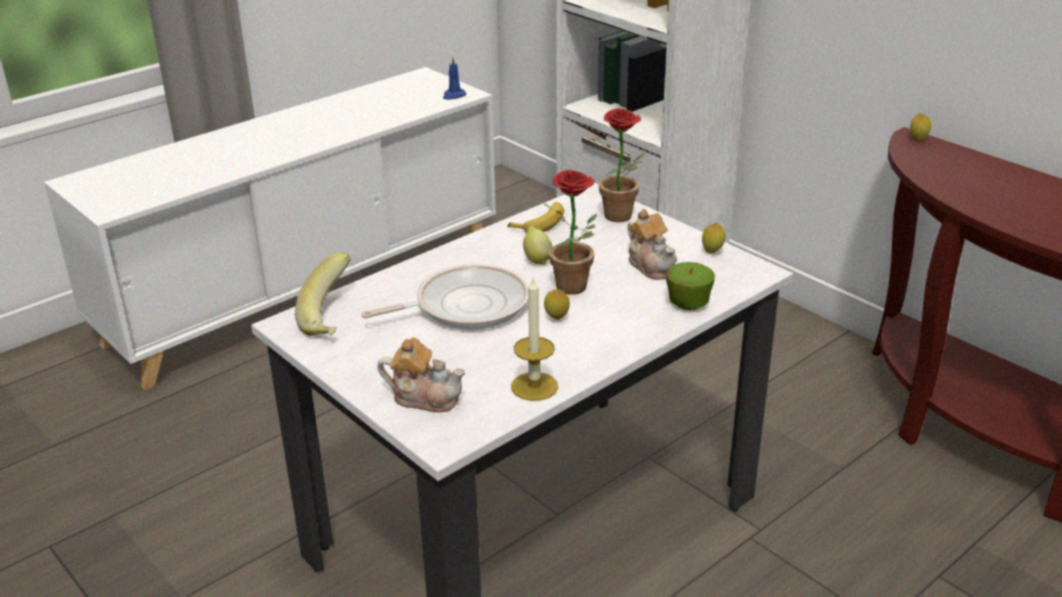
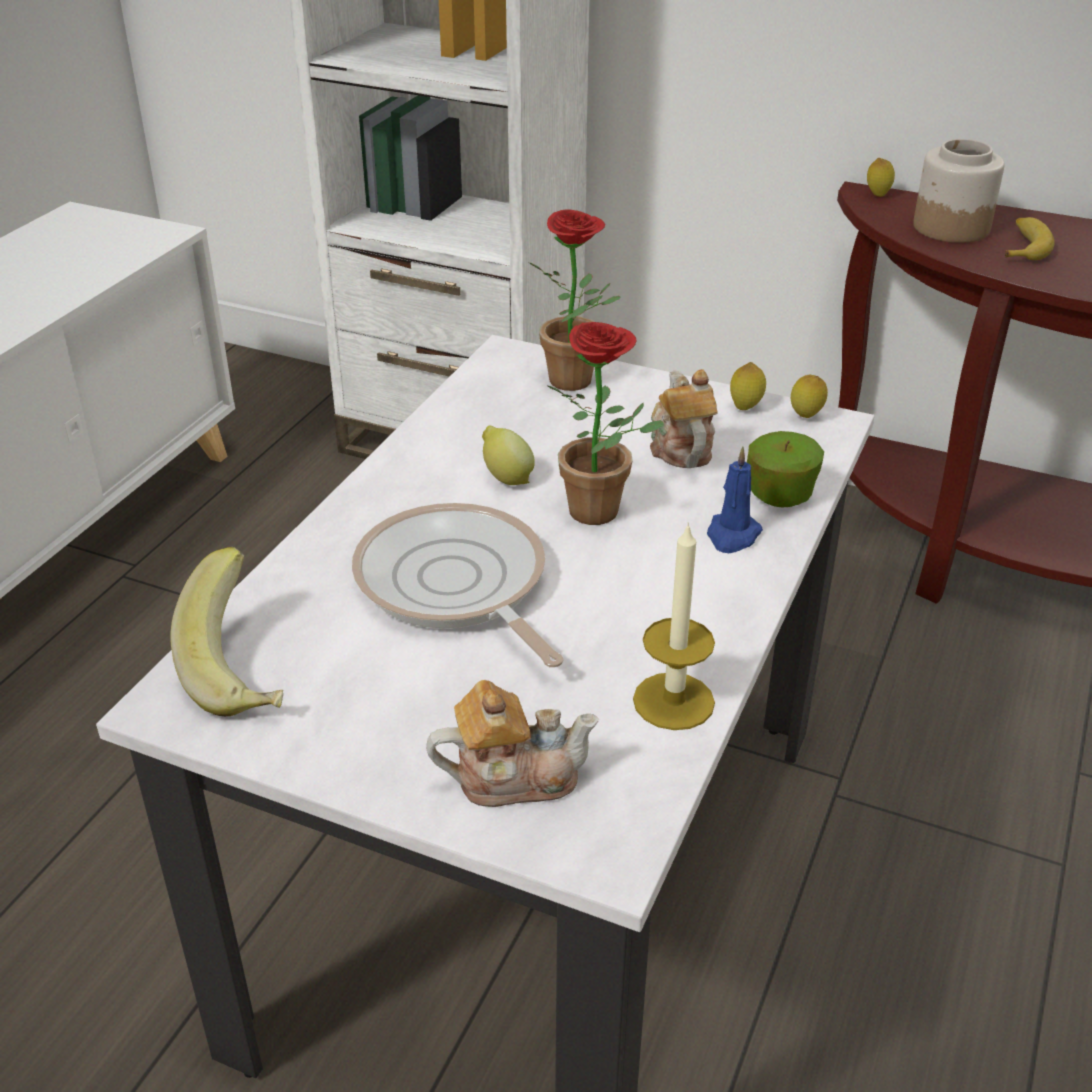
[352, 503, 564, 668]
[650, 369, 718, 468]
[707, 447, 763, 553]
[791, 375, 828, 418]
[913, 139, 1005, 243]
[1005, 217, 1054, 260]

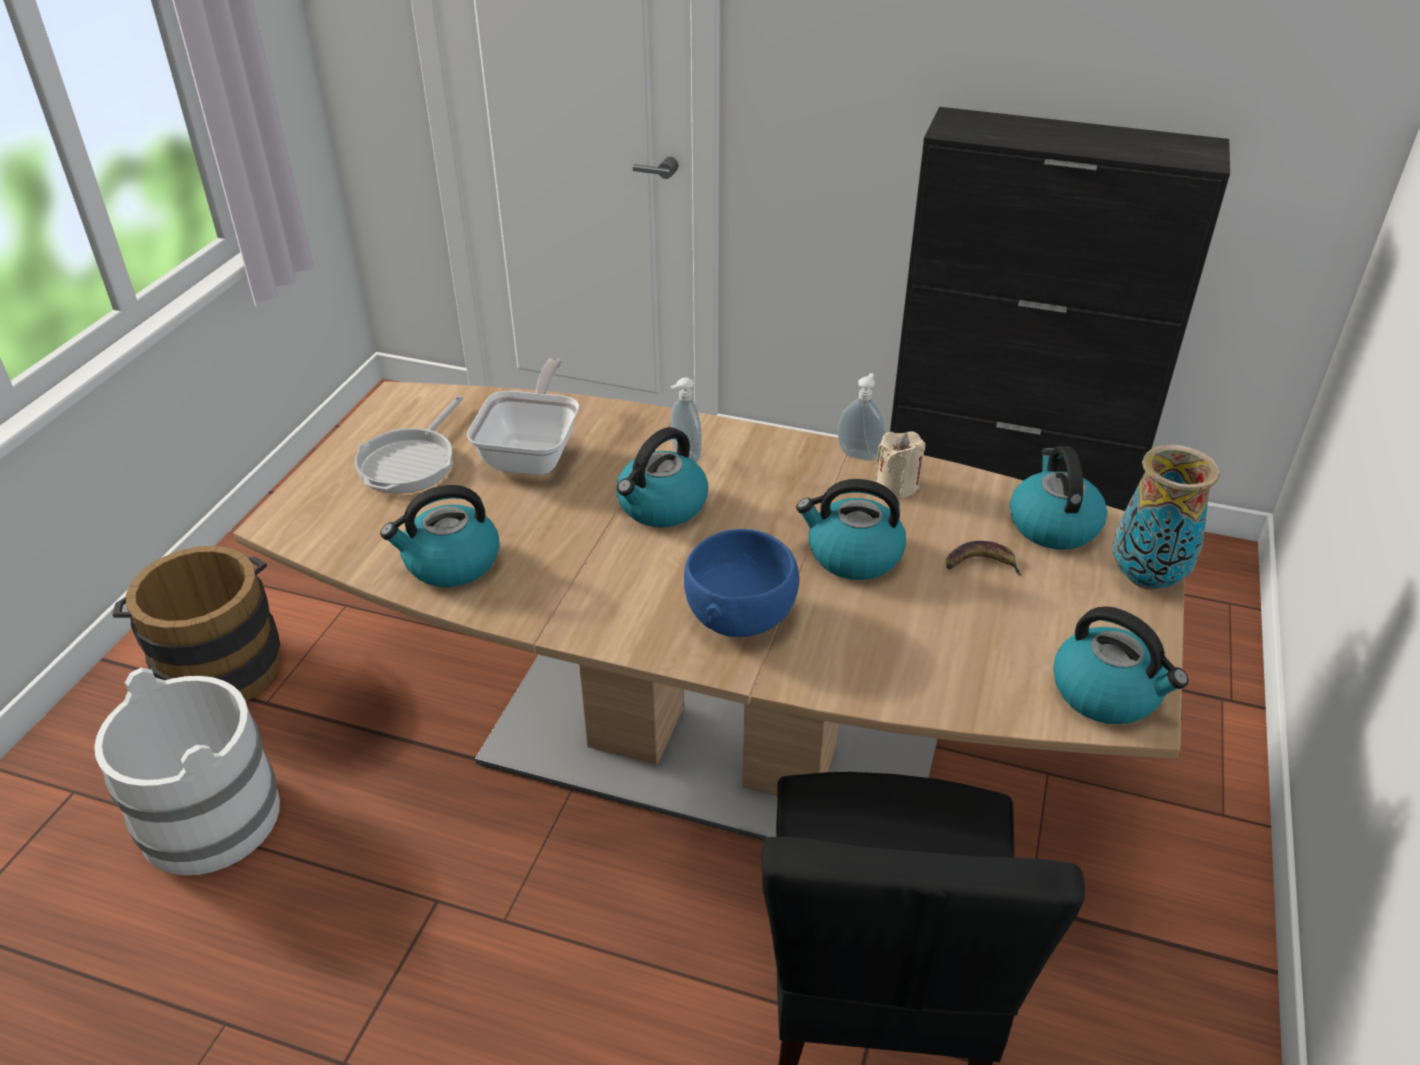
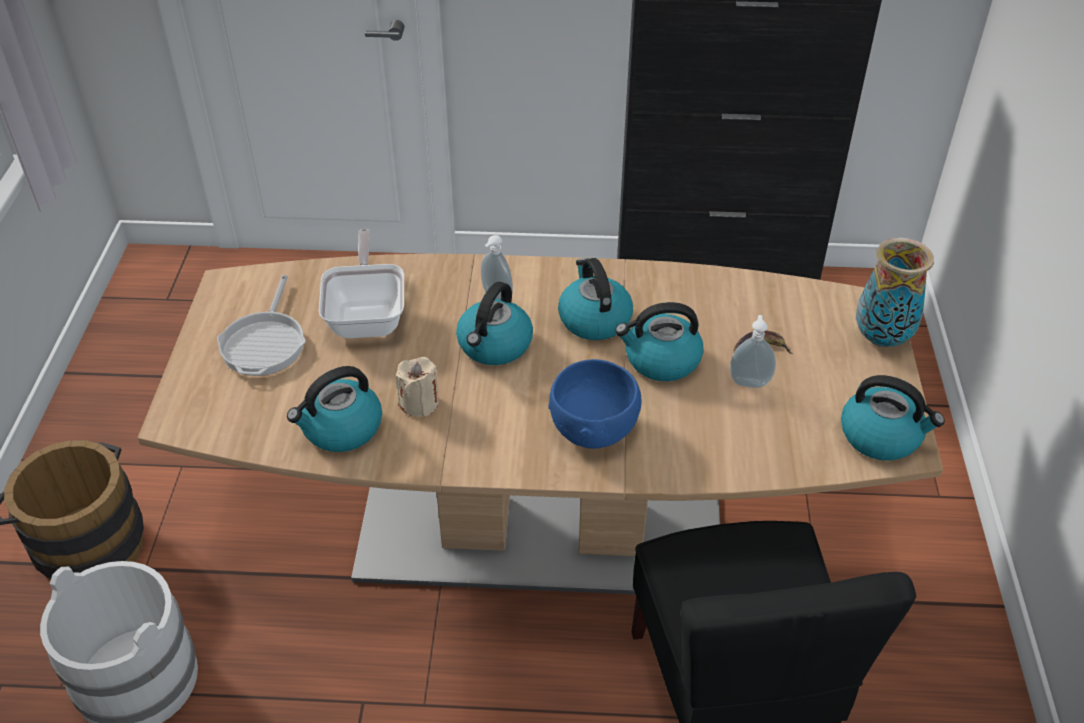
[395, 357, 439, 417]
[558, 258, 633, 340]
[730, 315, 776, 388]

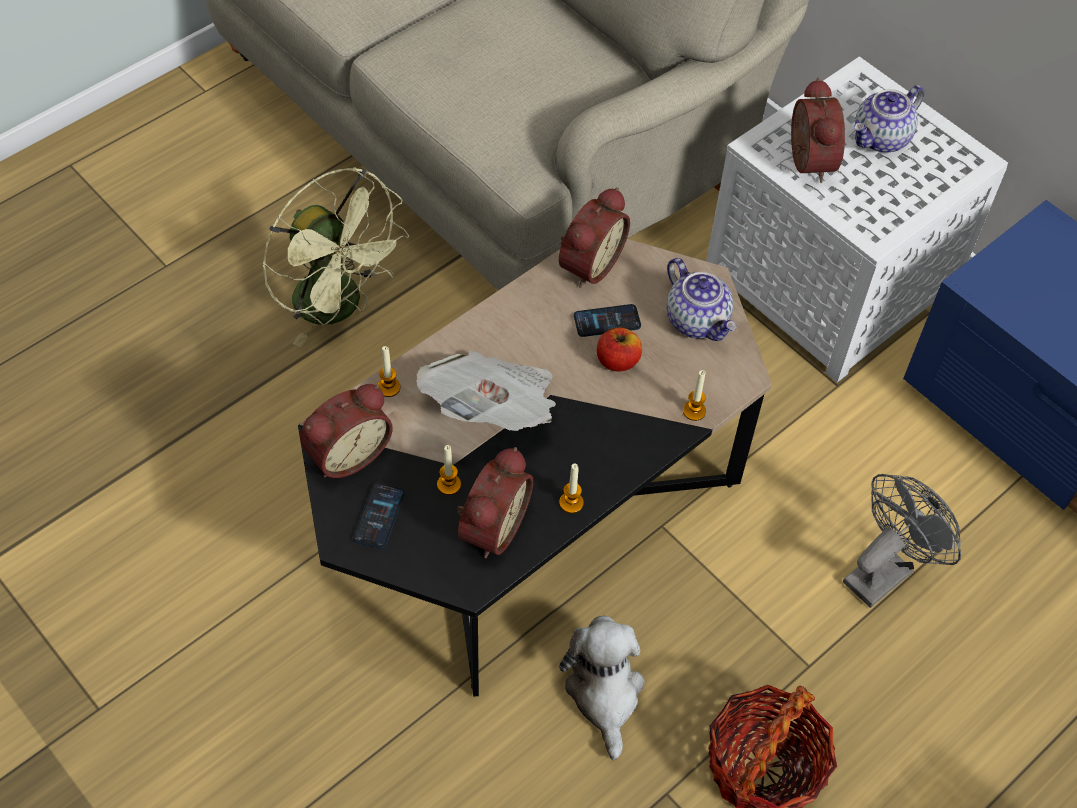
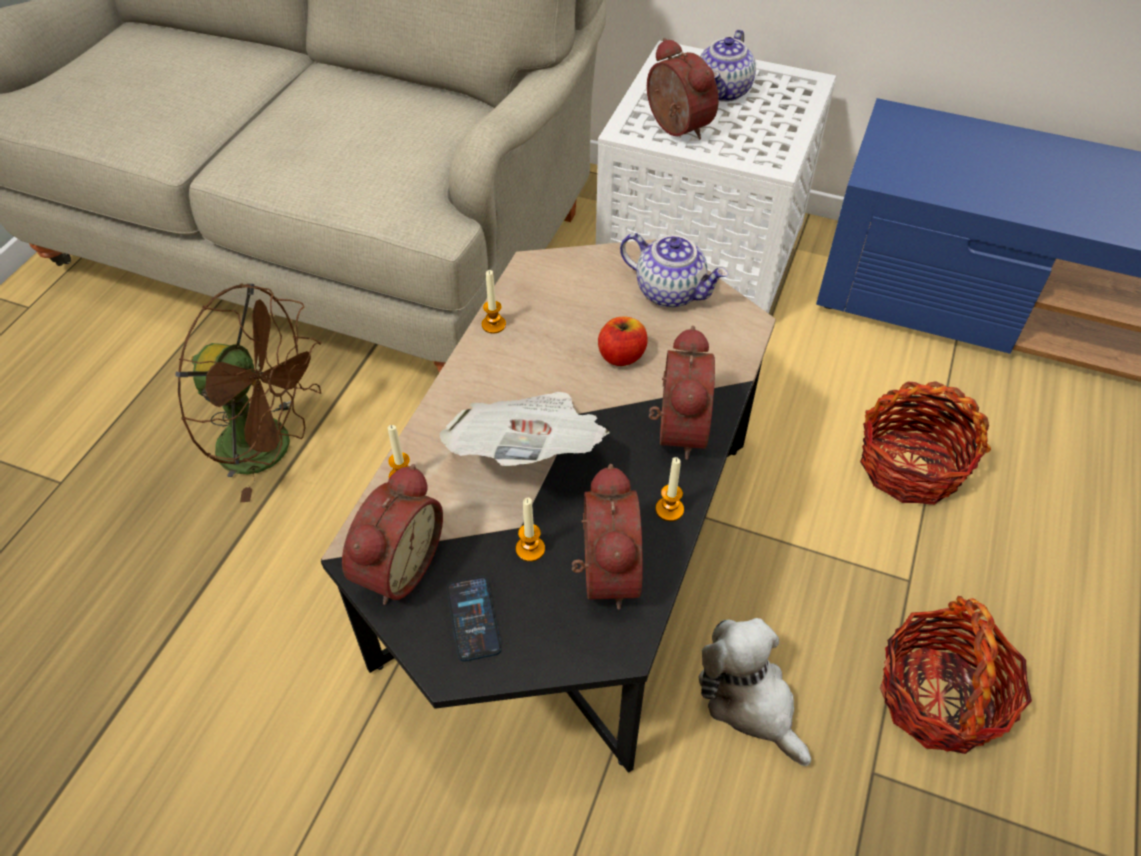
[175, 283, 321, 502]
[482, 270, 506, 334]
[649, 326, 715, 460]
[860, 381, 991, 505]
[574, 304, 641, 337] (first image)

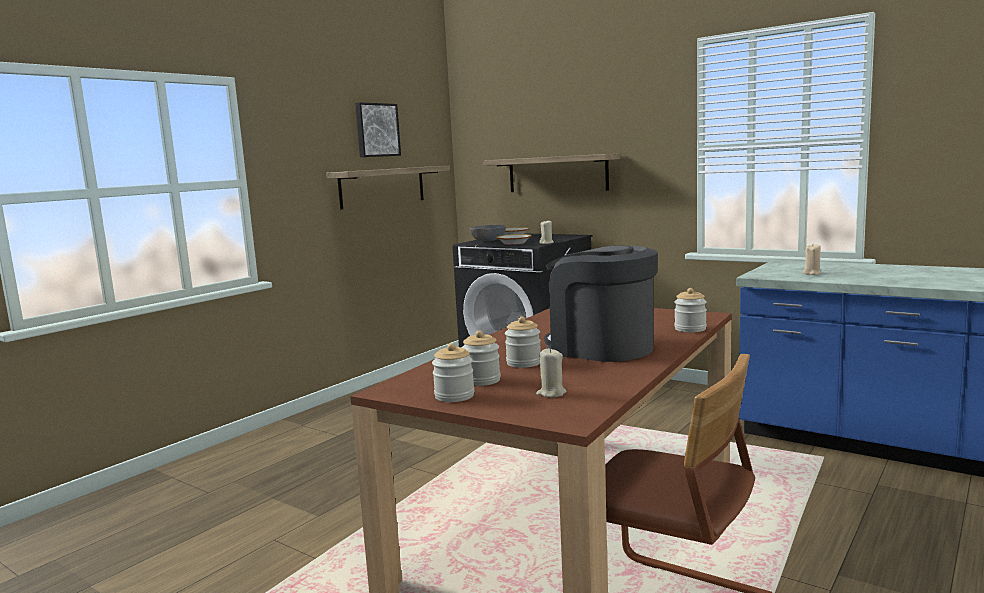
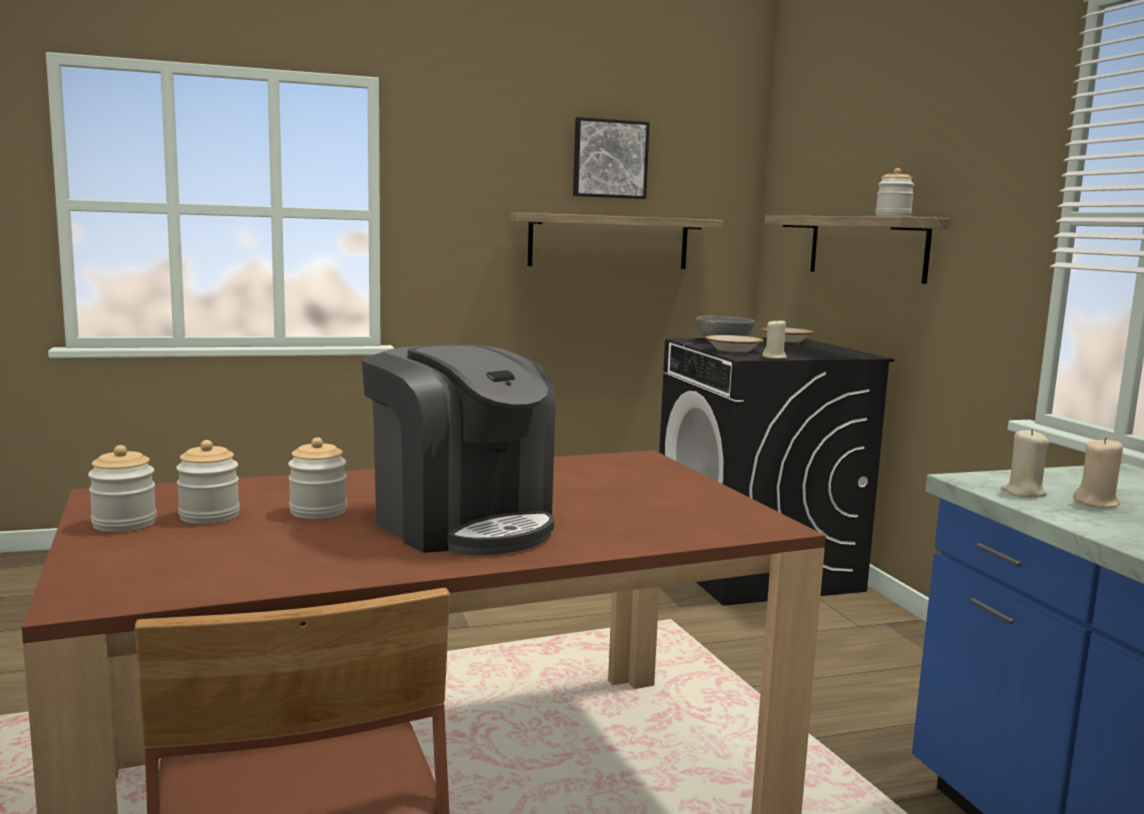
[362, 345, 556, 555]
[876, 168, 915, 217]
[1001, 429, 1050, 498]

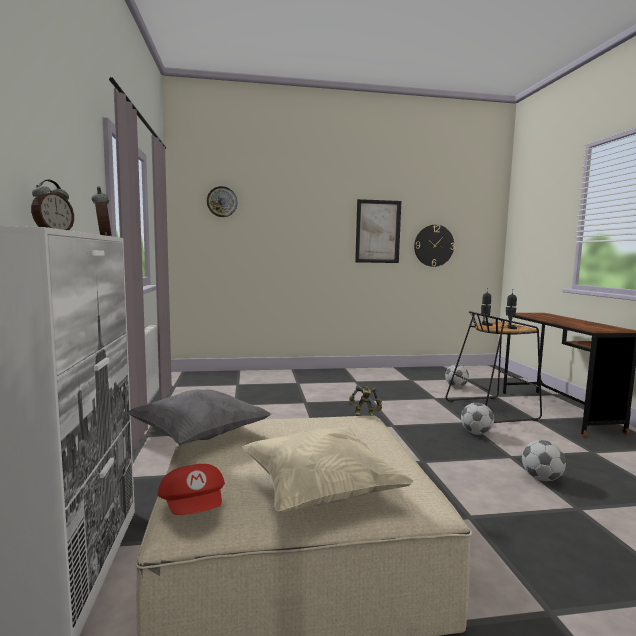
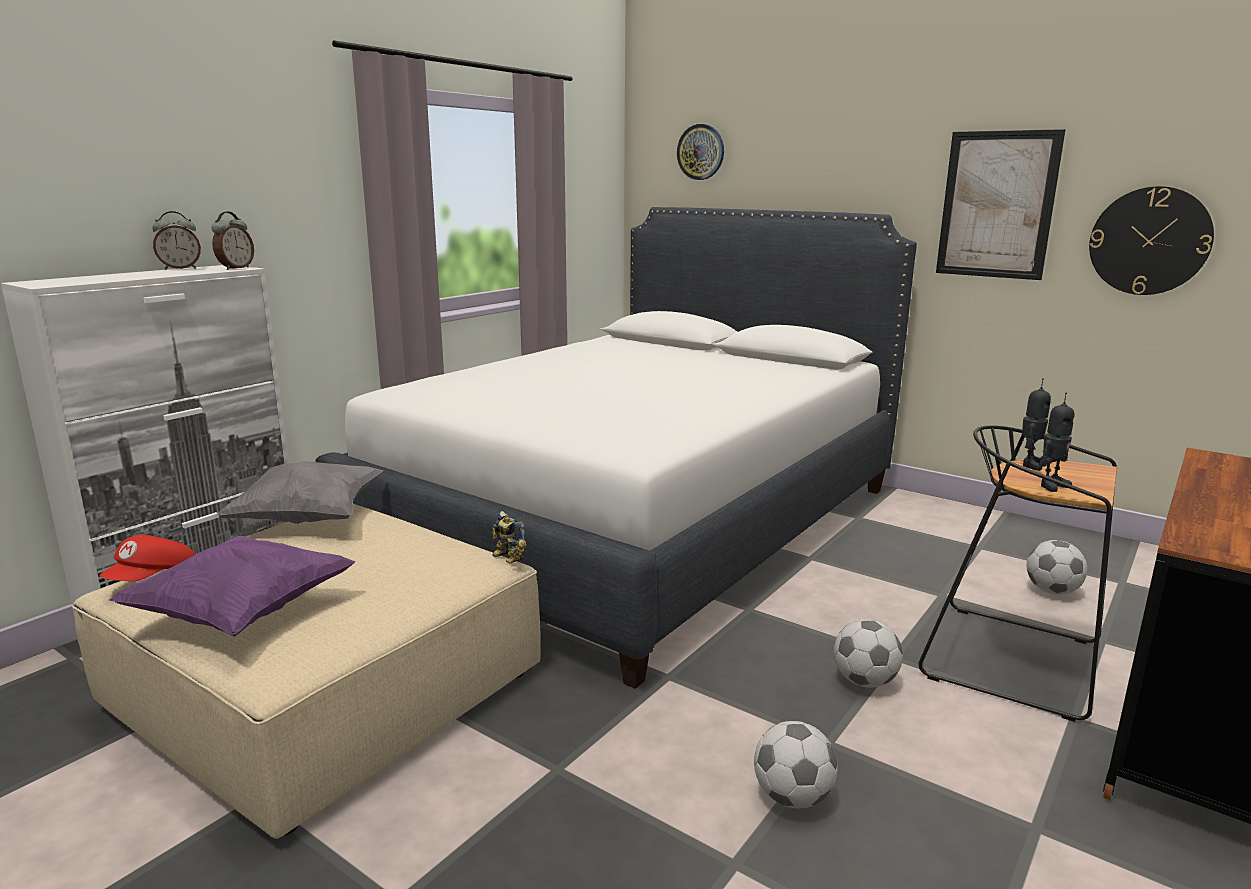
[109, 536, 356, 637]
[316, 207, 917, 689]

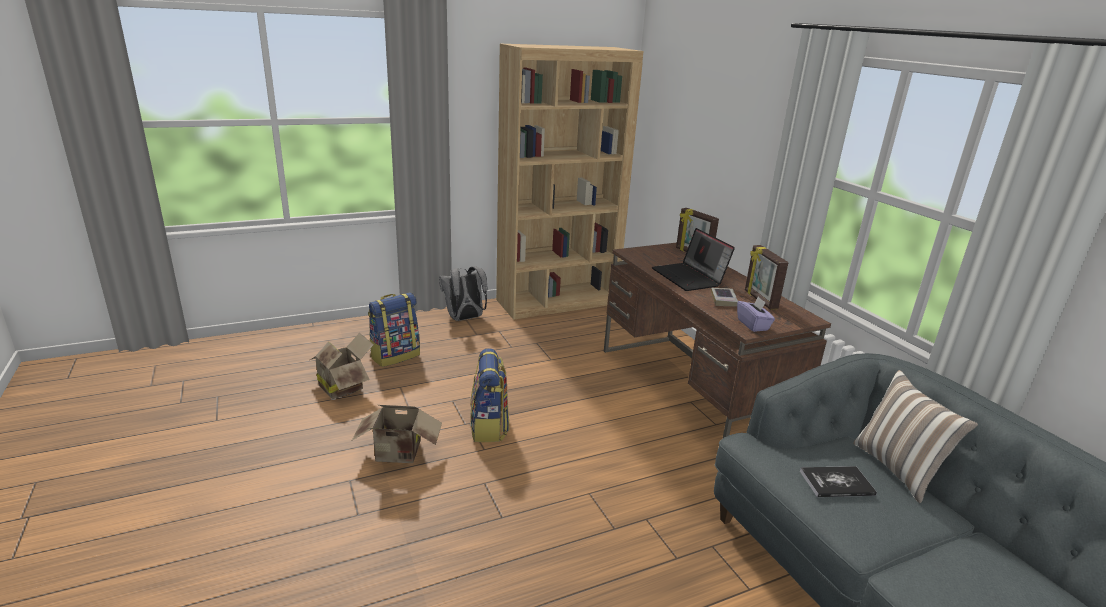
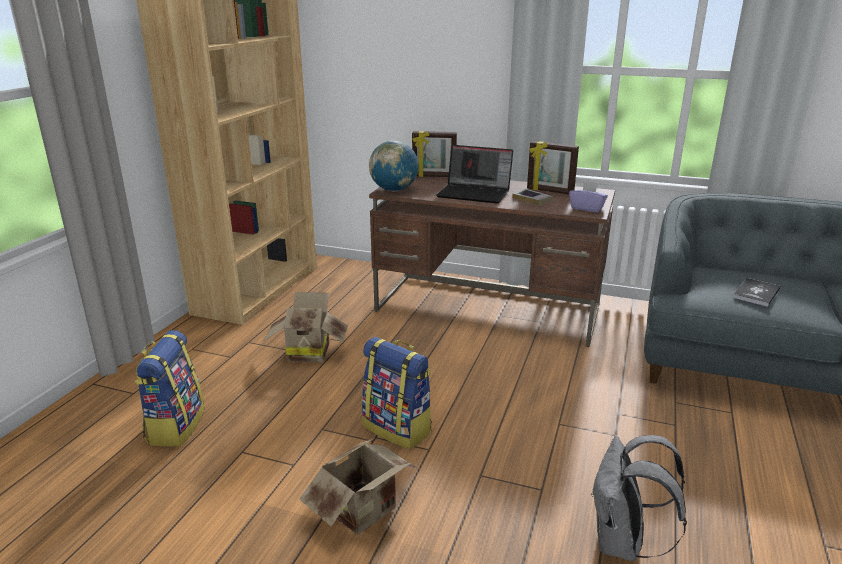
[264, 292, 348, 362]
[369, 140, 419, 191]
[591, 435, 687, 561]
[853, 370, 978, 503] (first image)

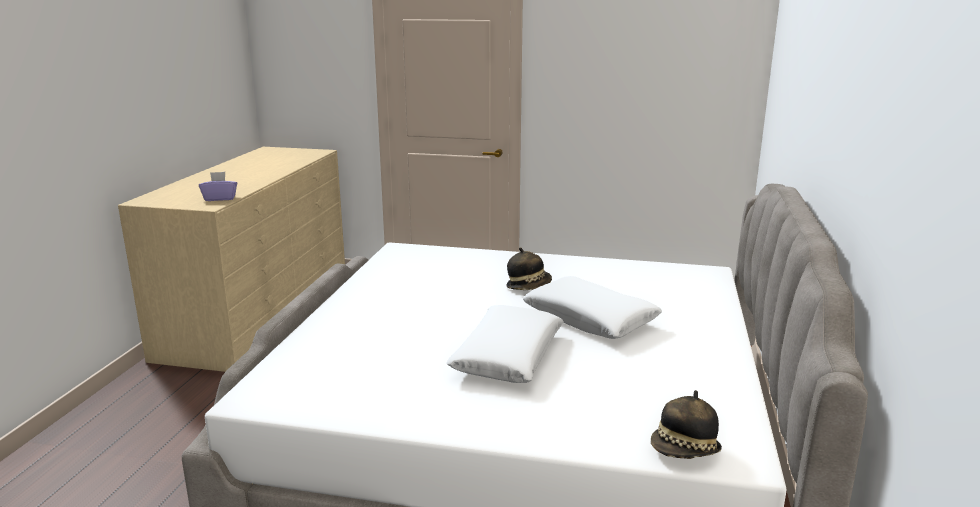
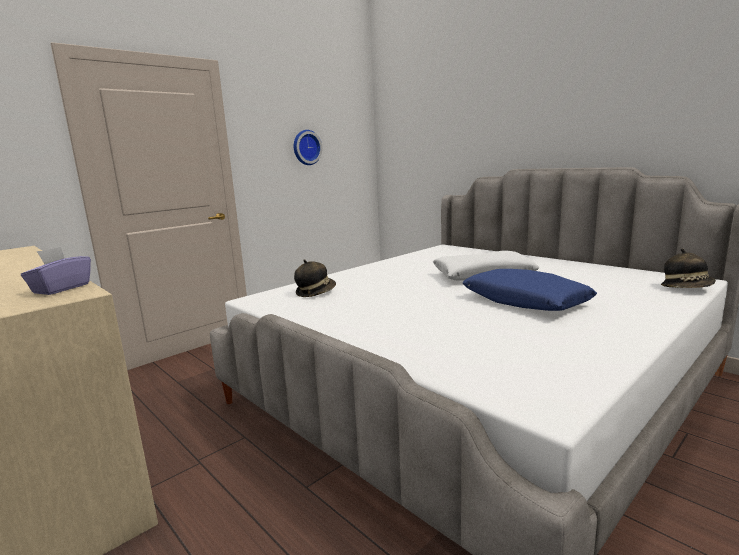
[294, 130, 322, 165]
[294, 259, 336, 297]
[463, 269, 597, 311]

